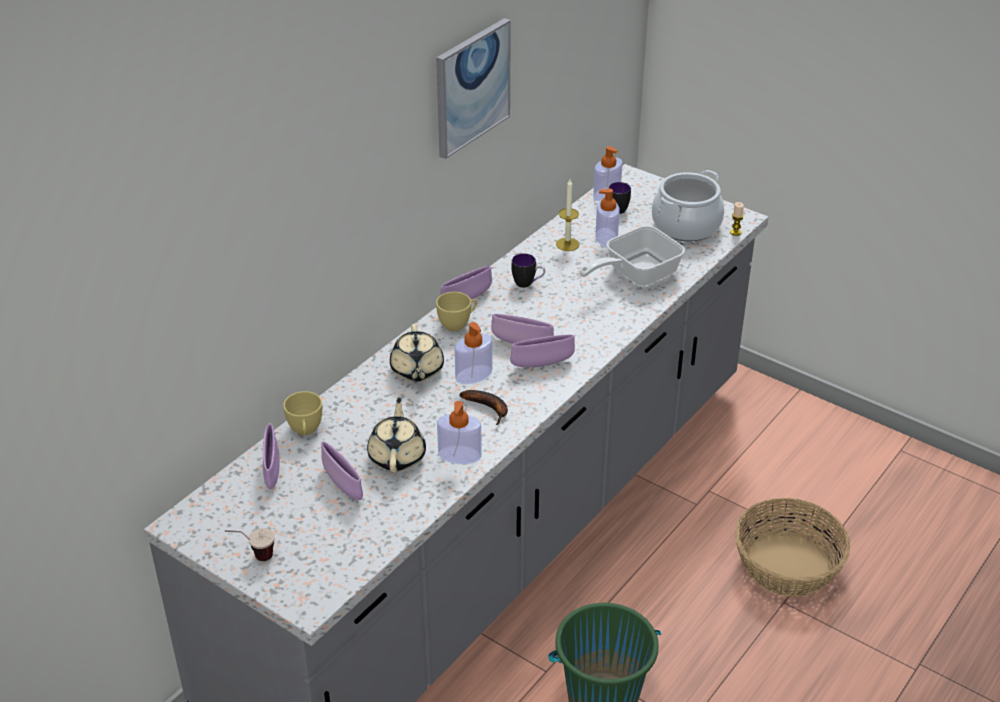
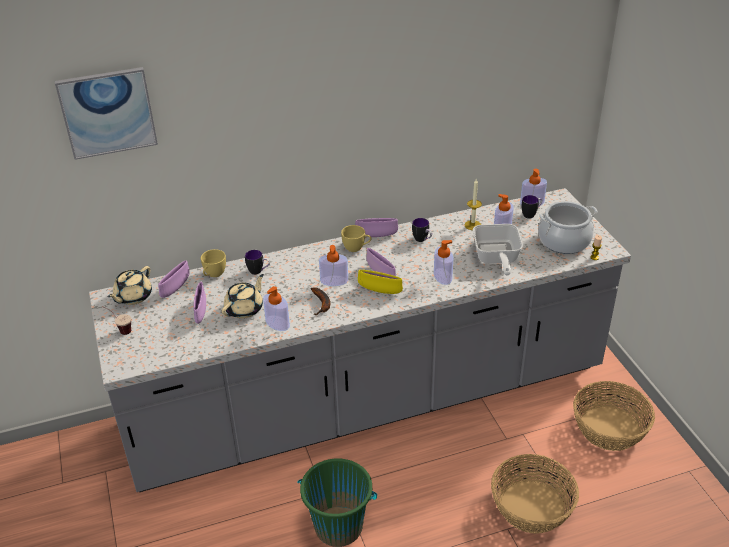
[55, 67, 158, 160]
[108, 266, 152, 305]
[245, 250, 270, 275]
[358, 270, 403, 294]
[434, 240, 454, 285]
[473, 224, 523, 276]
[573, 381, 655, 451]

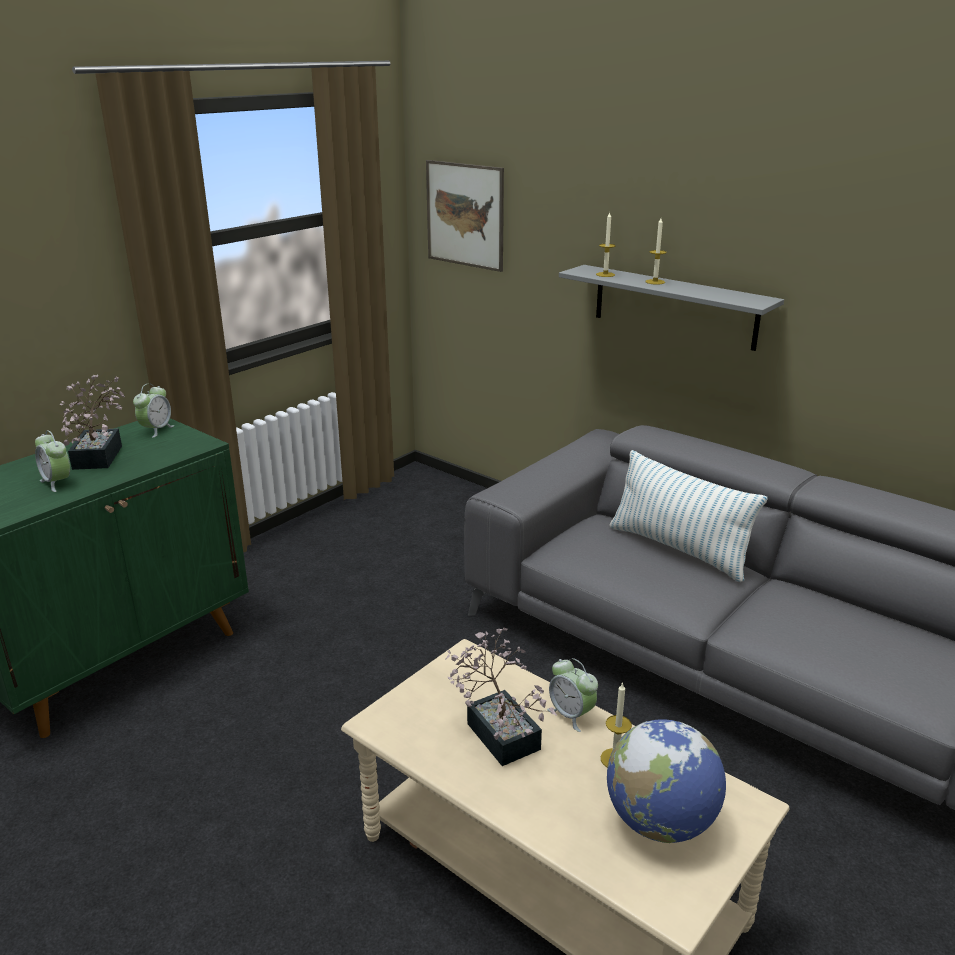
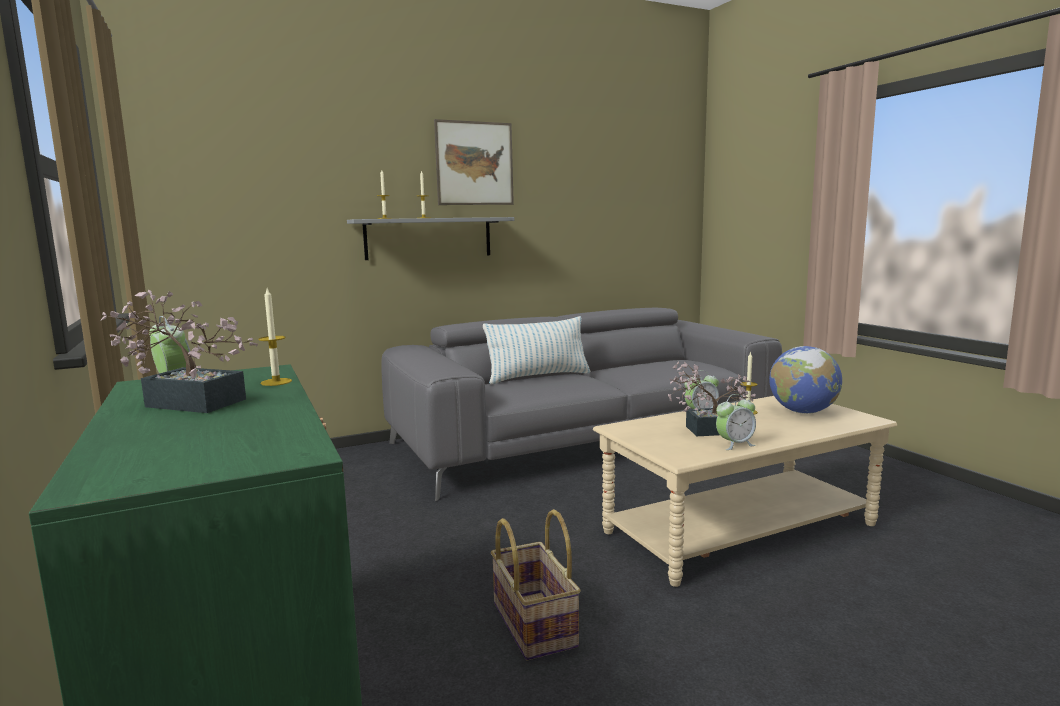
[258, 288, 292, 386]
[434, 119, 514, 205]
[491, 509, 581, 660]
[716, 394, 756, 450]

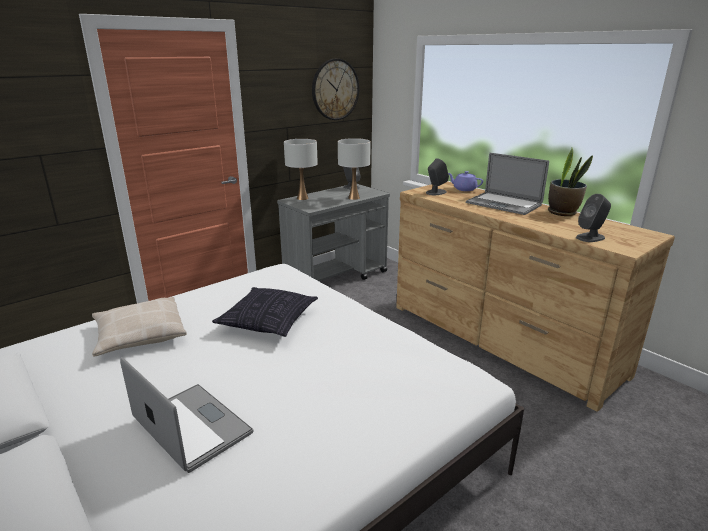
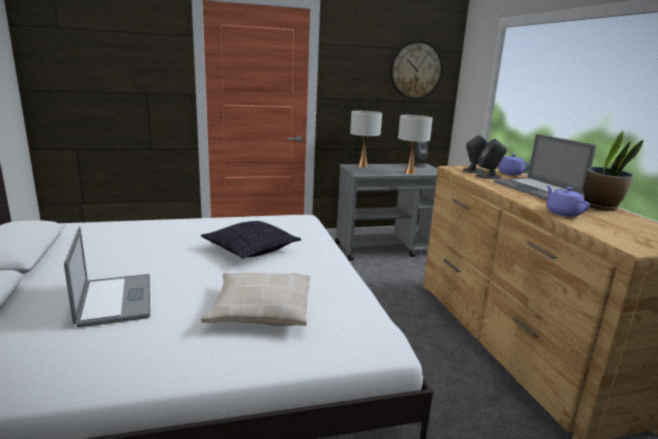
[201, 273, 310, 326]
[476, 139, 507, 179]
[546, 185, 590, 217]

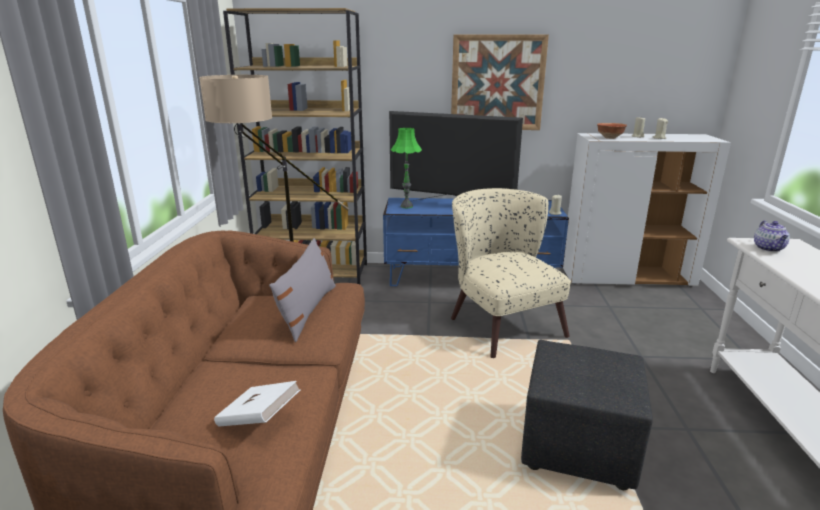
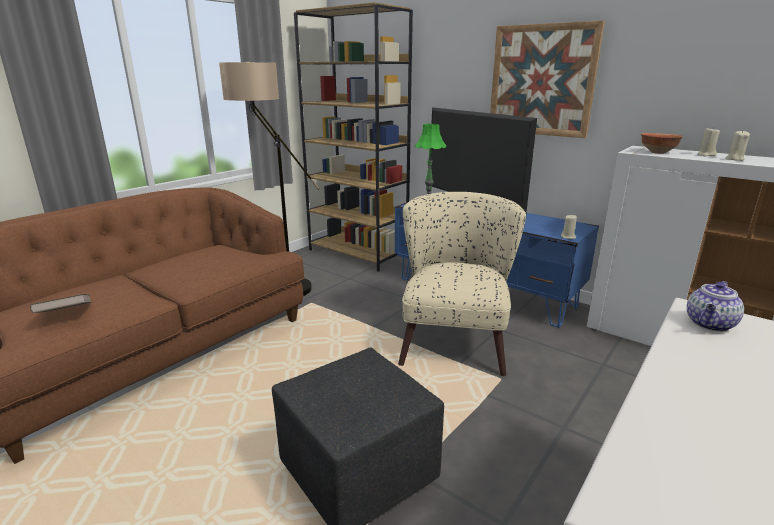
[30, 294, 92, 313]
[269, 238, 336, 342] (first image)

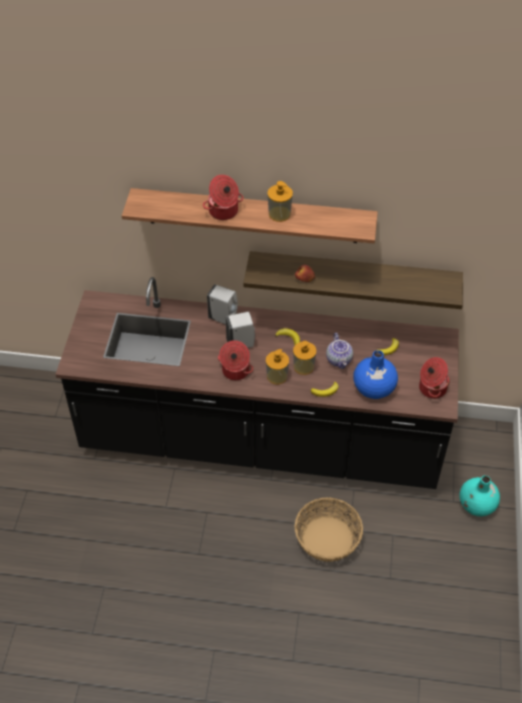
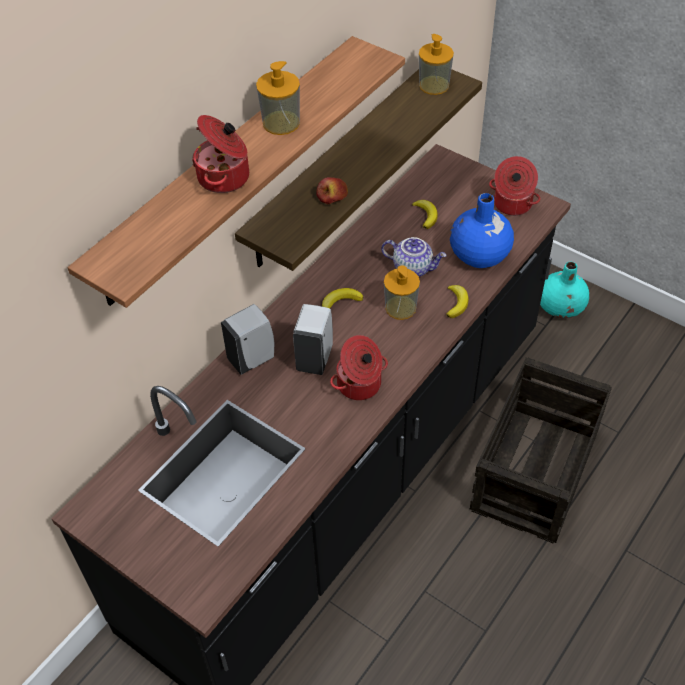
[419, 34, 454, 95]
[470, 357, 612, 544]

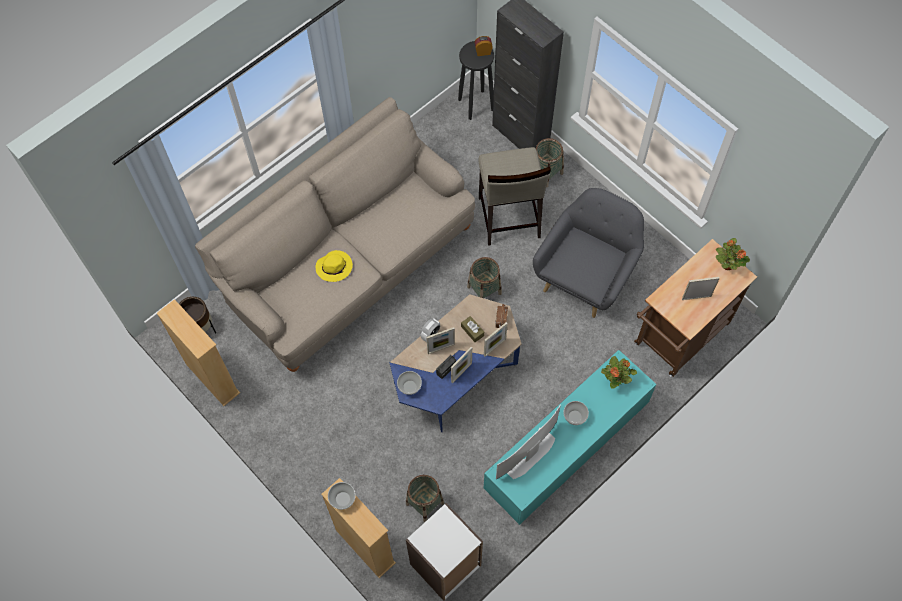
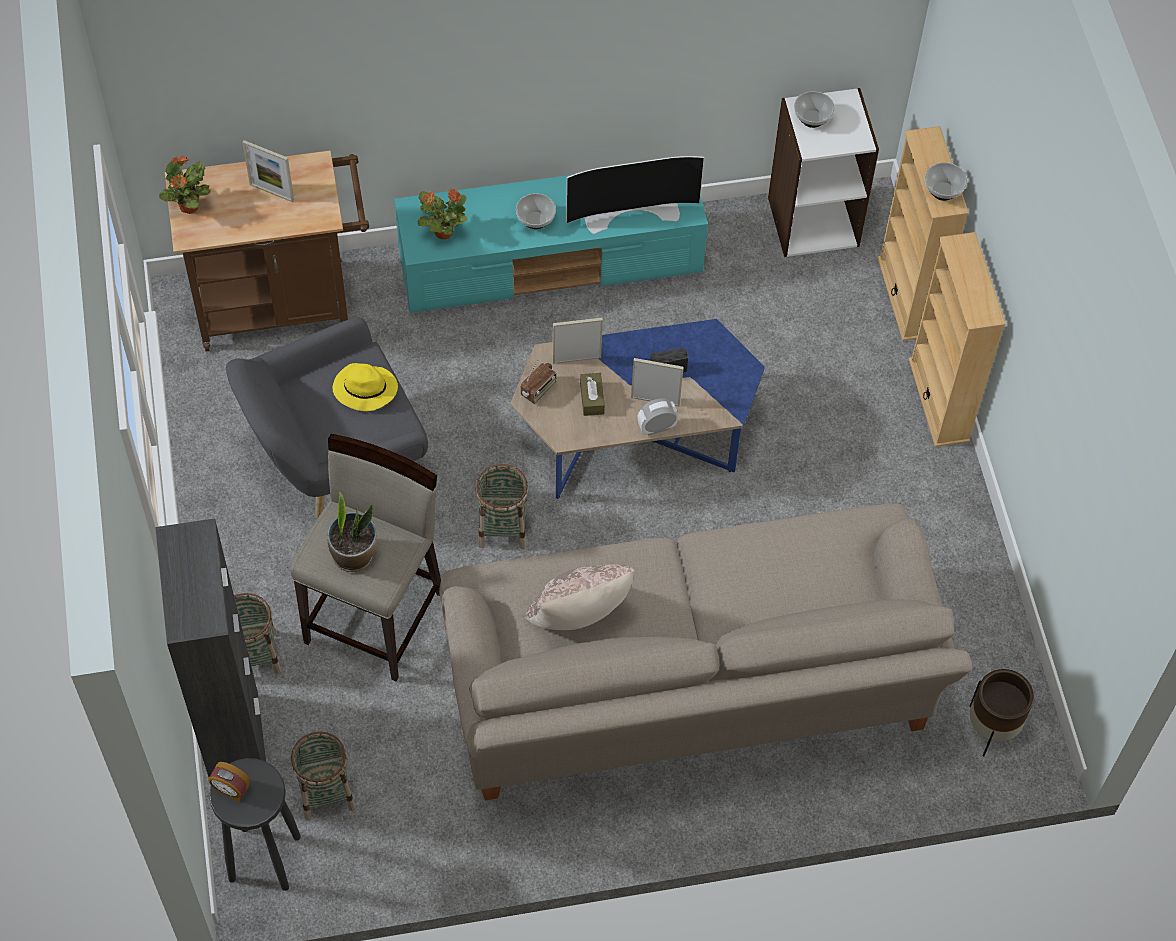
[291, 732, 355, 820]
[327, 491, 376, 572]
[333, 363, 398, 411]
[525, 564, 635, 630]
[794, 91, 835, 128]
[909, 232, 1006, 447]
[451, 347, 472, 383] (first image)

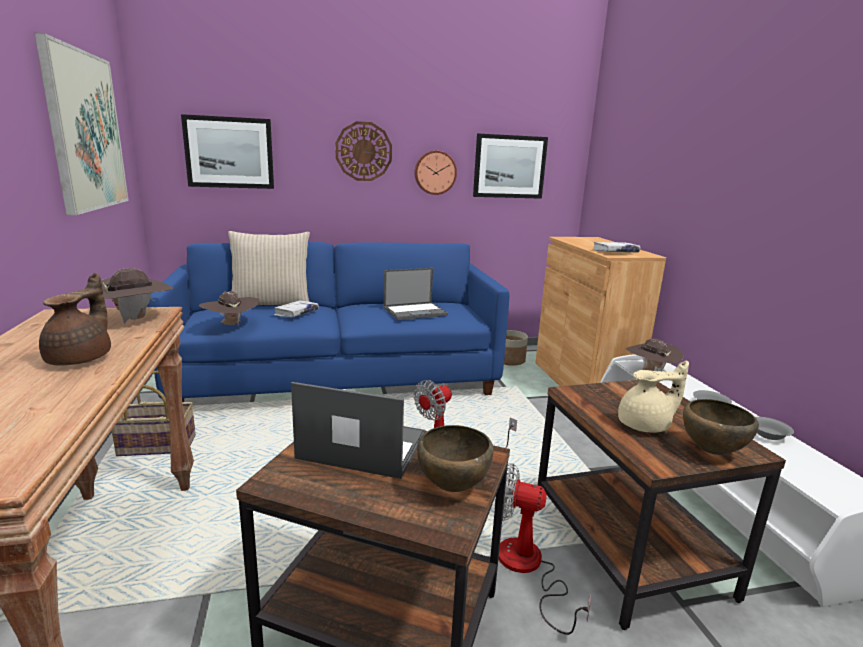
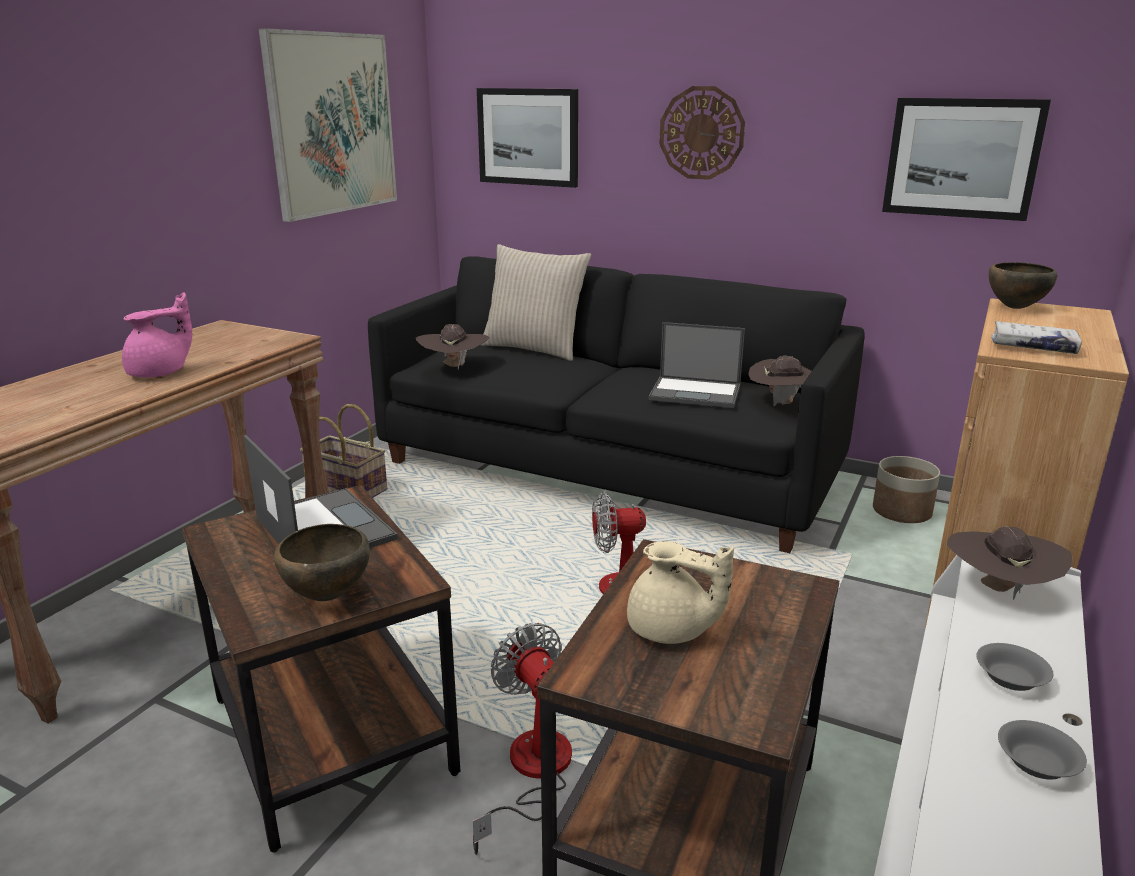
[122, 292, 192, 377]
[368, 256, 864, 553]
[748, 356, 812, 406]
[989, 262, 1057, 309]
[274, 300, 319, 317] (first image)
[415, 151, 457, 195] (first image)

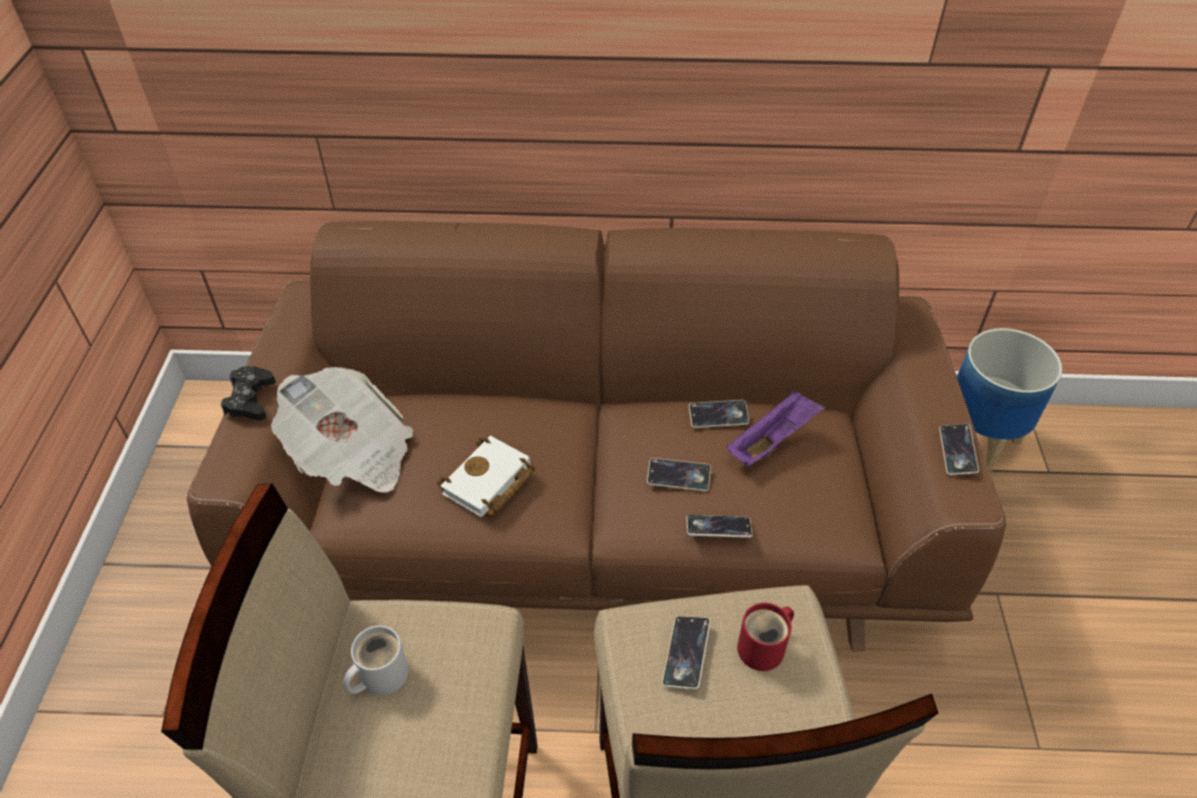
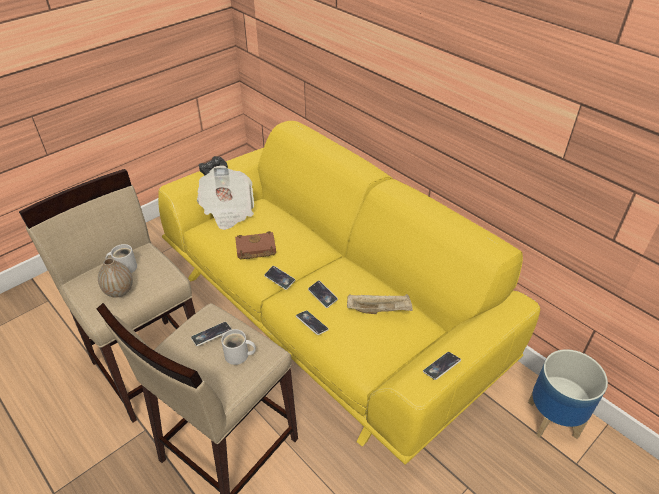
[98, 258, 133, 297]
[158, 121, 540, 465]
[221, 329, 256, 365]
[235, 231, 276, 259]
[264, 266, 295, 290]
[347, 294, 413, 314]

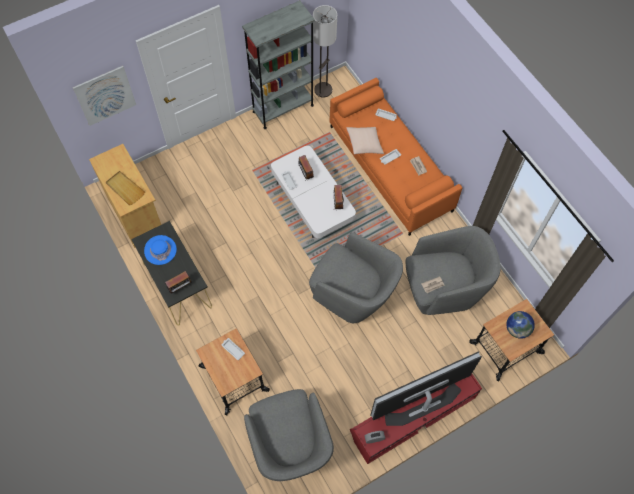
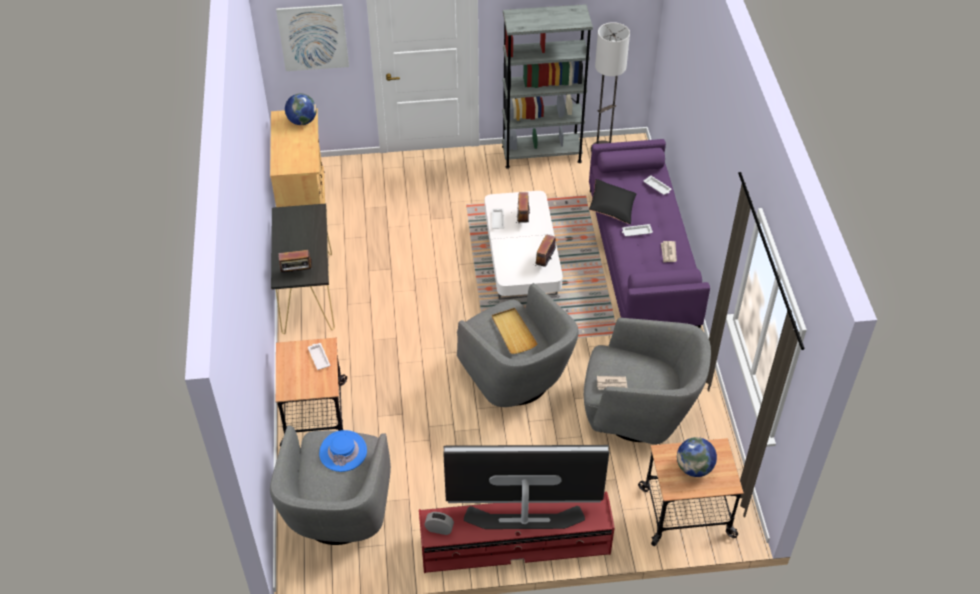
[285, 94, 317, 125]
[319, 430, 367, 472]
[492, 308, 538, 354]
[589, 139, 710, 328]
[589, 179, 636, 224]

